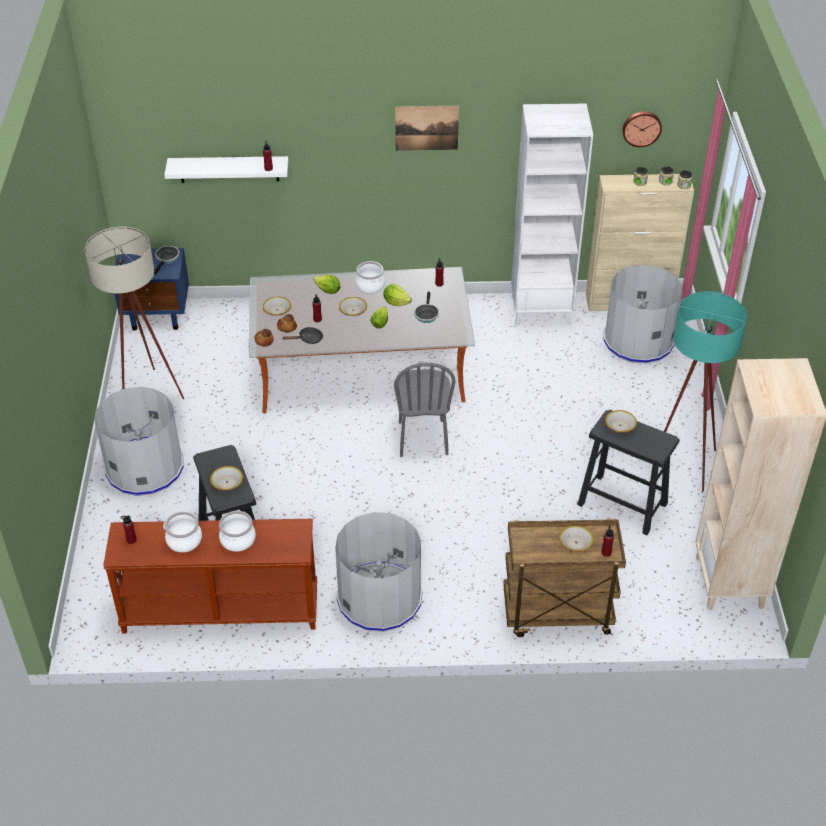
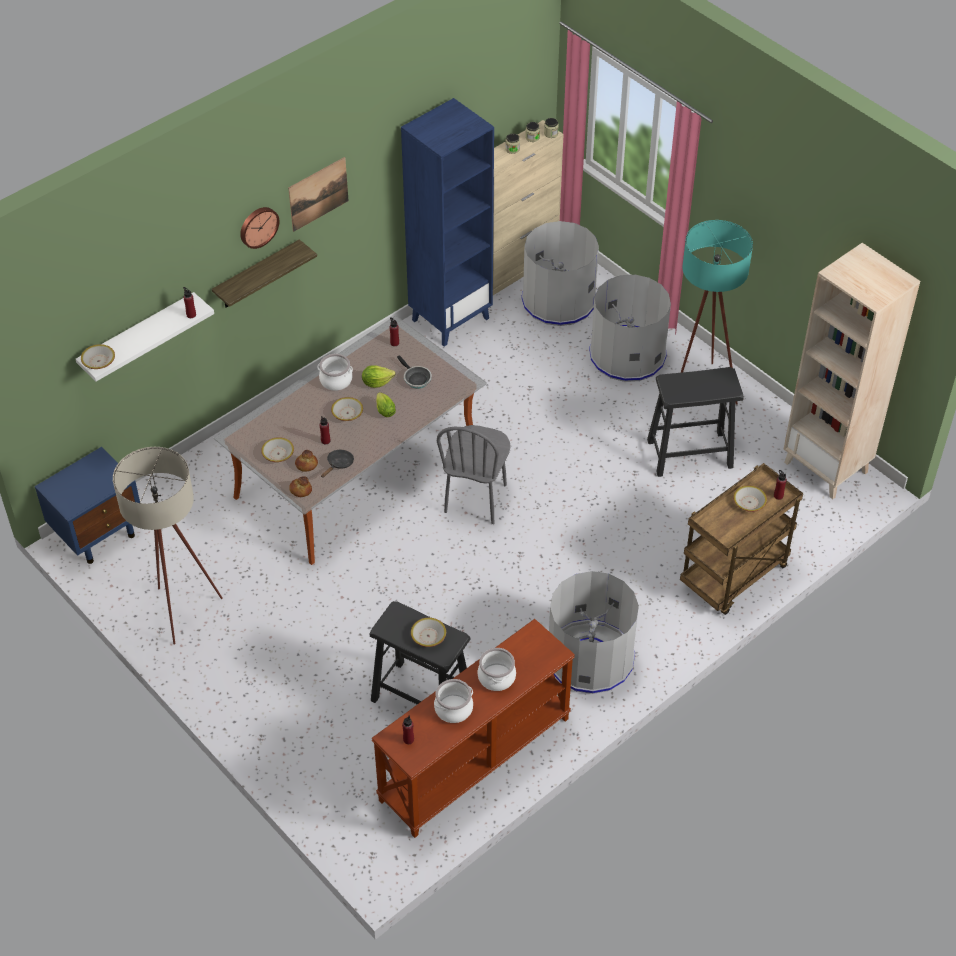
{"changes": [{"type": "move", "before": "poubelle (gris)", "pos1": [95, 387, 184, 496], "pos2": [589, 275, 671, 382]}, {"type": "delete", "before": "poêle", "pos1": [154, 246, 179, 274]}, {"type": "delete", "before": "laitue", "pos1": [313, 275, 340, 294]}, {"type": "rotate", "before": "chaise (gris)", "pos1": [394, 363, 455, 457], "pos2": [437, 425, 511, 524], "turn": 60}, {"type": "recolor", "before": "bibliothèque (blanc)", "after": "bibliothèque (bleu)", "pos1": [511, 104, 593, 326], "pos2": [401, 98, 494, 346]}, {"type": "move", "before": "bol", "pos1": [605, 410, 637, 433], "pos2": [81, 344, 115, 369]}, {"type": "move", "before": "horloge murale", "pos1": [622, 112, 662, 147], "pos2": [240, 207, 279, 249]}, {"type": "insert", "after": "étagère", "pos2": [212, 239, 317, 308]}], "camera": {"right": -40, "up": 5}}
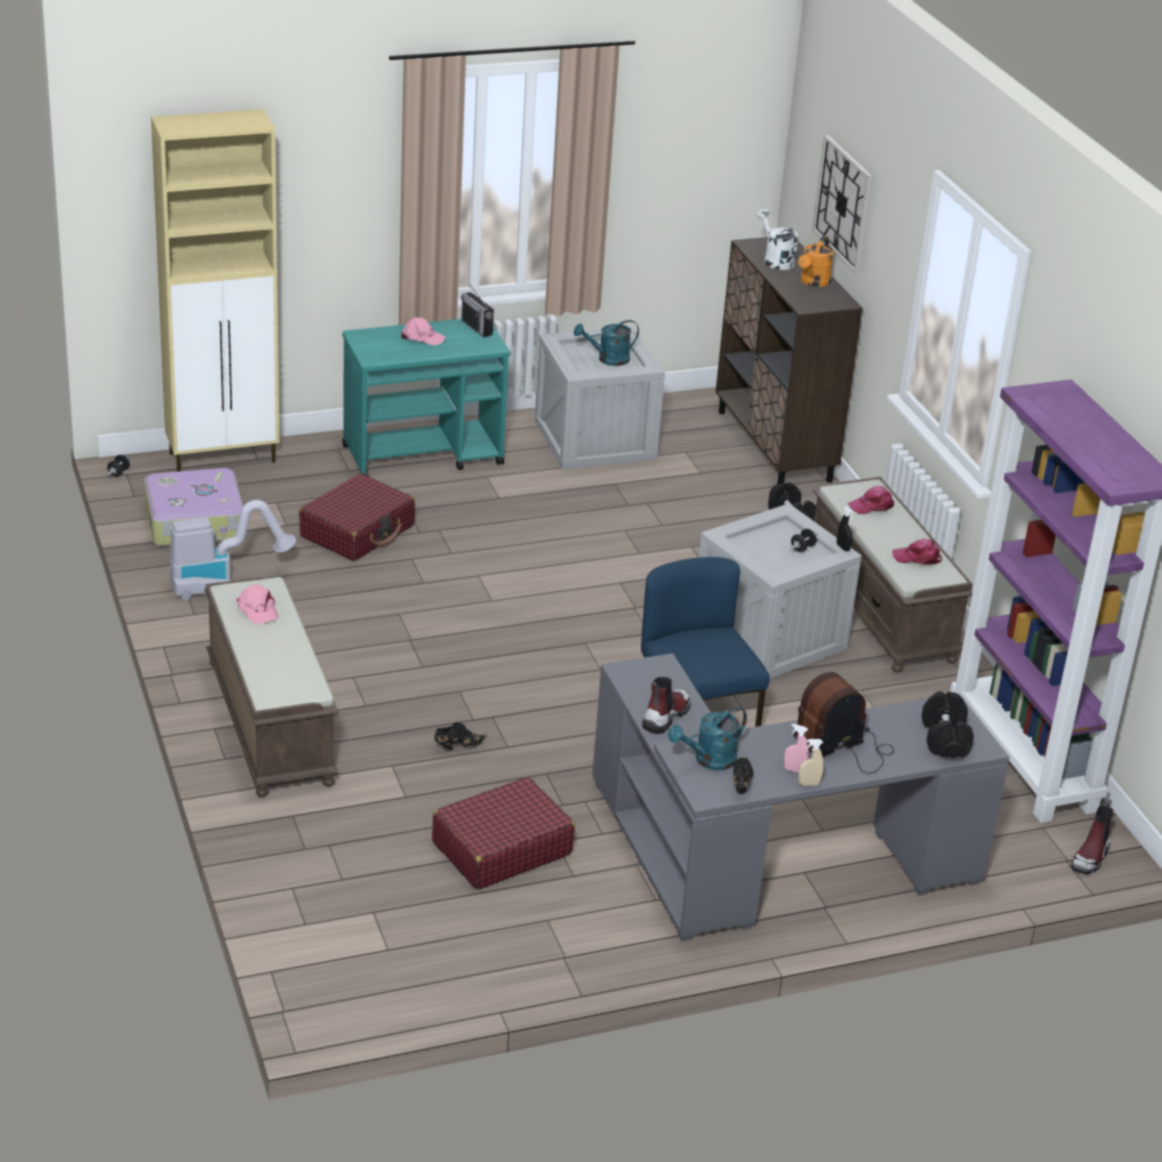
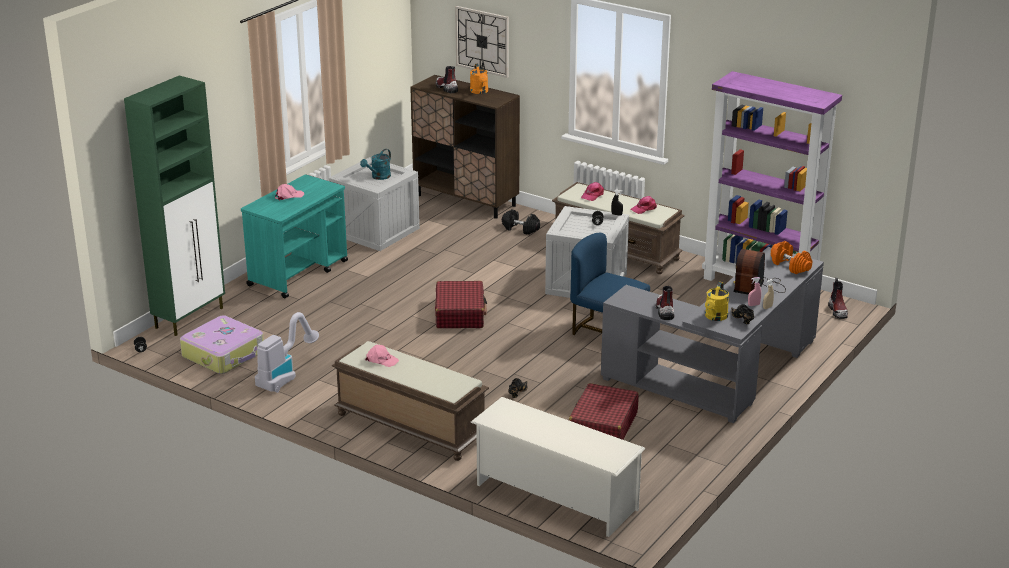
{"changes": [{"type": "recolor", "before": "meuble de rangement (beige)", "after": "meuble de rangement (vert)", "pos1": [151, 109, 279, 472], "pos2": [124, 75, 225, 336]}, {"type": "move", "before": "valise (rouge)", "pos1": [299, 474, 415, 561], "pos2": [435, 281, 487, 328]}, {"type": "delete", "before": "radio", "pos1": [461, 283, 494, 338]}, {"type": "recolor", "before": "arrosoir (turquoise)", "after": "arrosoir (jaune)", "pos1": [668, 706, 747, 770], "pos2": [705, 282, 729, 321]}, {"type": "replace", "before": "arrosoir (blanc)", "after": "botte", "pos1": [757, 209, 798, 270], "pos2": [436, 66, 458, 93]}, {"type": "recolor", "before": "haltère (noir)", "after": "haltère (orange)", "pos1": [922, 691, 974, 758], "pos2": [771, 241, 812, 274]}, {"type": "insert", "after": "étagère à chaussures (blanc)", "pos2": [470, 397, 645, 537]}], "camera": {"right": -35, "up": -5}}
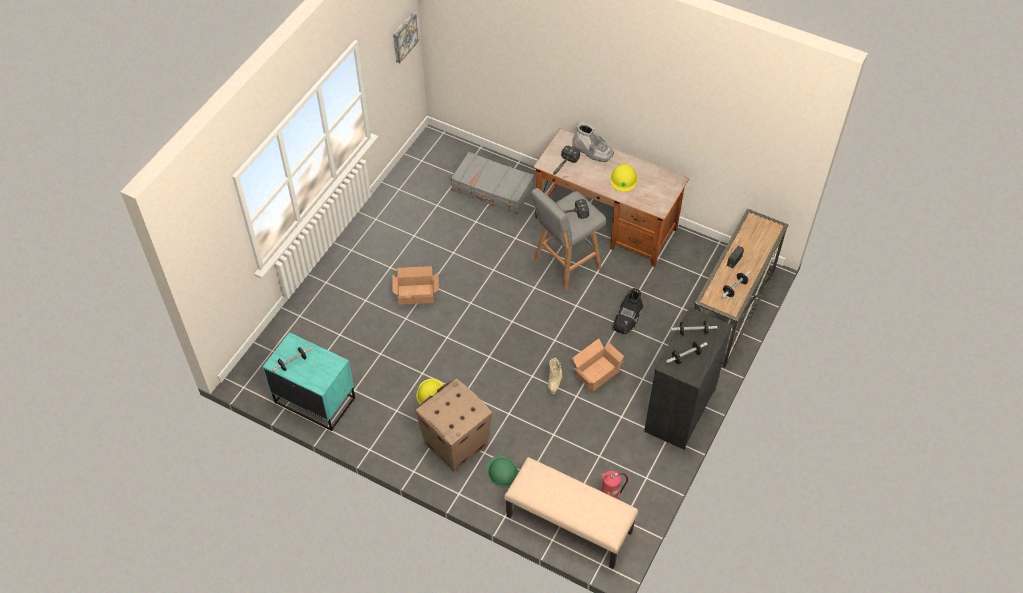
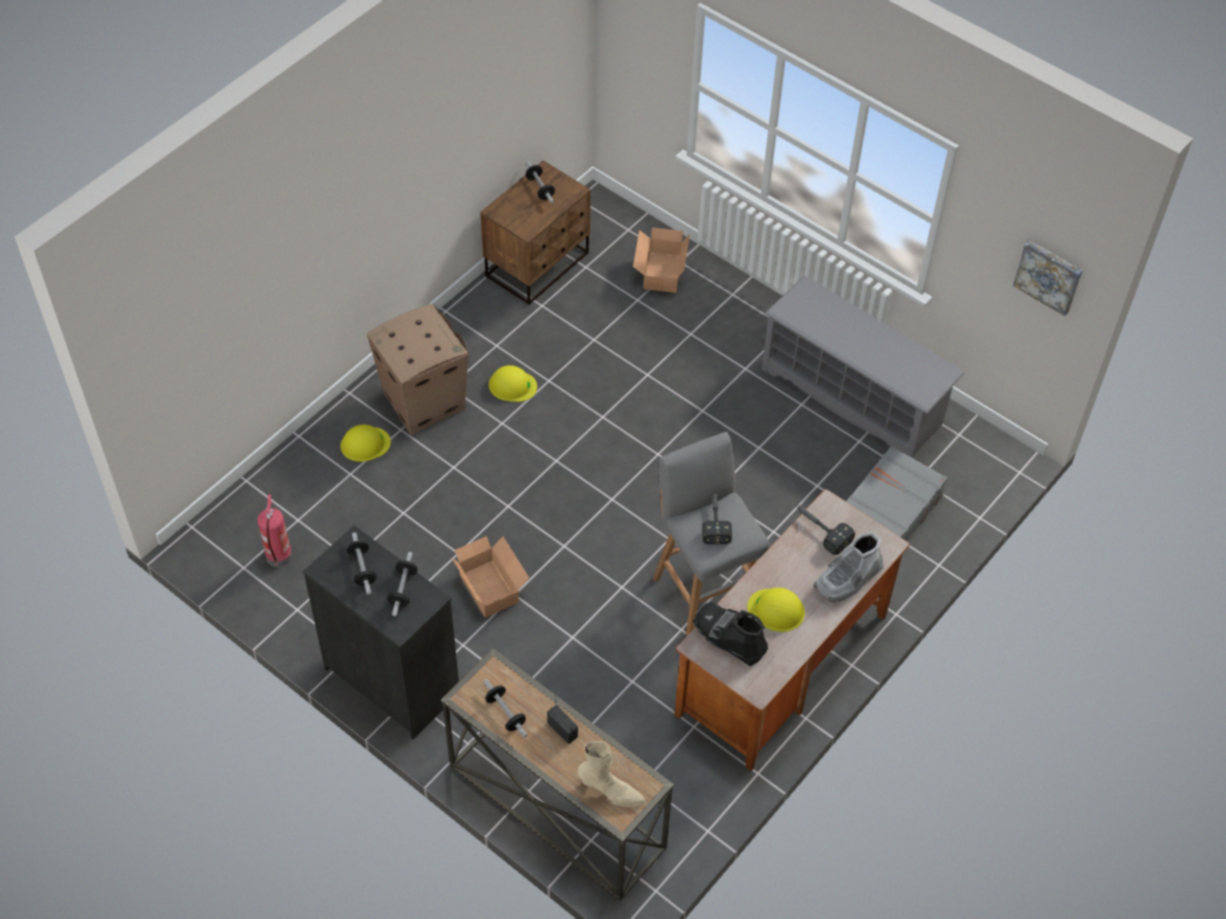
{"changes": [{"type": "recolor", "before": "table de chevet (turquoise)", "after": "table de chevet (marron)", "pos1": [263, 332, 355, 431], "pos2": [480, 160, 591, 305]}, {"type": "move", "before": "carton", "pos1": [392, 266, 439, 305], "pos2": [633, 227, 690, 293]}, {"type": "recolor", "before": "casque de chantier (vert)", "after": "casque de chantier (jaune)", "pos1": [486, 456, 518, 488], "pos2": [340, 424, 391, 462]}, {"type": "delete", "before": "banc (beige)", "pos1": [504, 457, 638, 569]}, {"type": "move", "before": "botte (beige)", "pos1": [548, 358, 562, 394], "pos2": [578, 741, 645, 807]}, {"type": "move", "before": "botte (noir)", "pos1": [612, 288, 643, 334], "pos2": [692, 603, 768, 666]}, {"type": "insert", "after": "étagère à chaussures (gris)", "pos2": [762, 276, 964, 458]}], "camera": {"right": 100, "up": 0}}
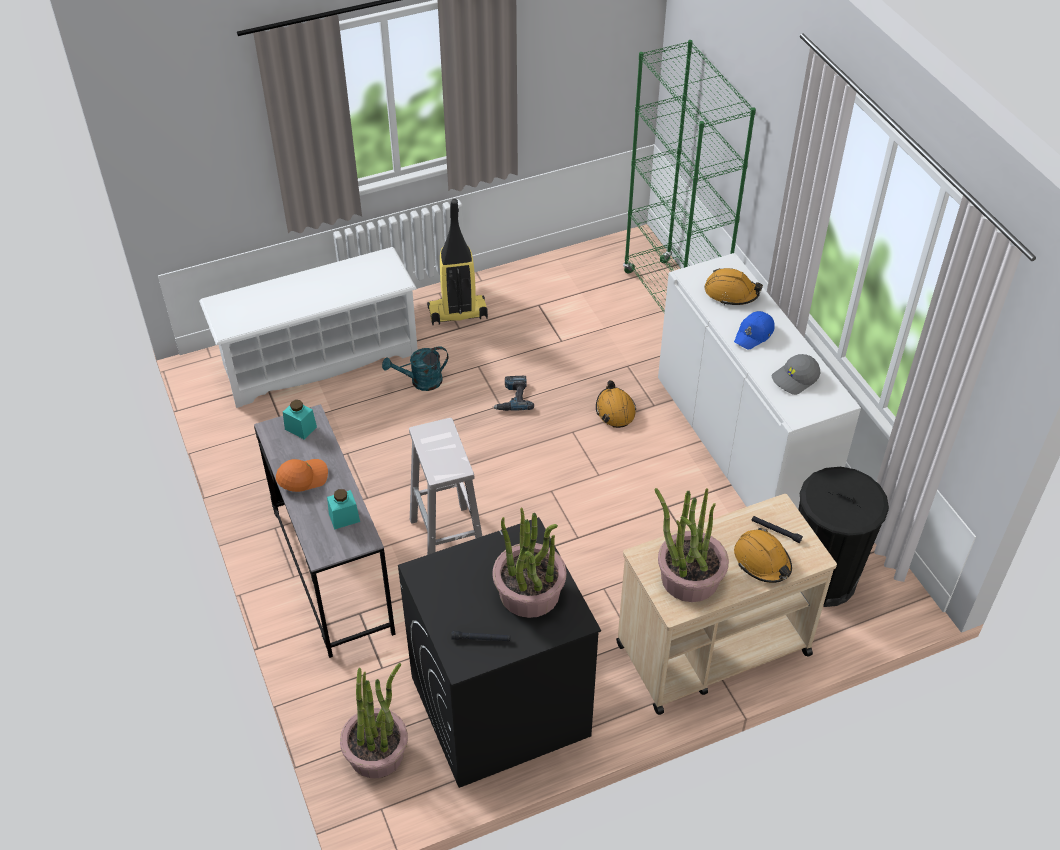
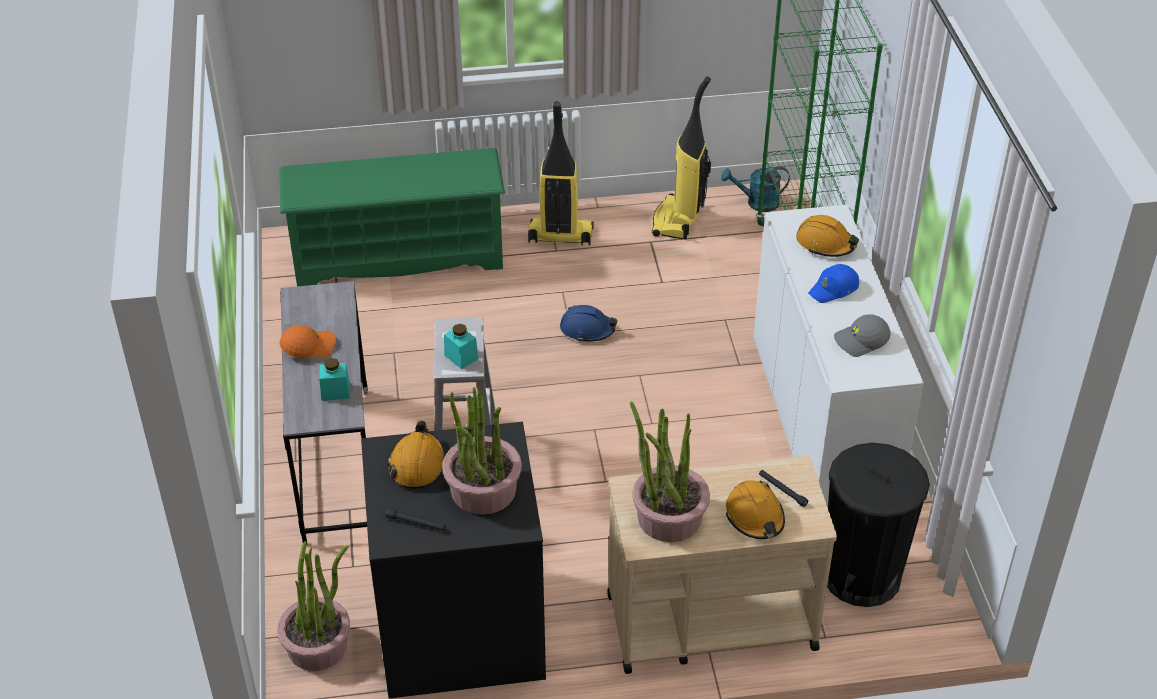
{"changes": [{"type": "recolor", "before": "étagère à chaussures (blanc)", "after": "étagère à chaussures (vert)", "pos1": [199, 247, 418, 408], "pos2": [279, 148, 505, 286]}, {"type": "move", "before": "bocal (turquoise)", "pos1": [283, 400, 317, 440], "pos2": [444, 324, 479, 369]}, {"type": "move", "before": "arrosoir (turquoise)", "pos1": [382, 346, 448, 391], "pos2": [721, 167, 790, 212]}, {"type": "replace", "before": "perceuse", "after": "casque de chantier (bleu)", "pos1": [493, 376, 534, 411], "pos2": [560, 305, 618, 343]}, {"type": "move", "before": "casque de chantier (orange)", "pos1": [596, 380, 636, 428], "pos2": [388, 421, 445, 489]}, {"type": "insert", "after": "aspirateur", "pos2": [652, 76, 711, 239]}], "camera": {"right": 15, "up": -5}}
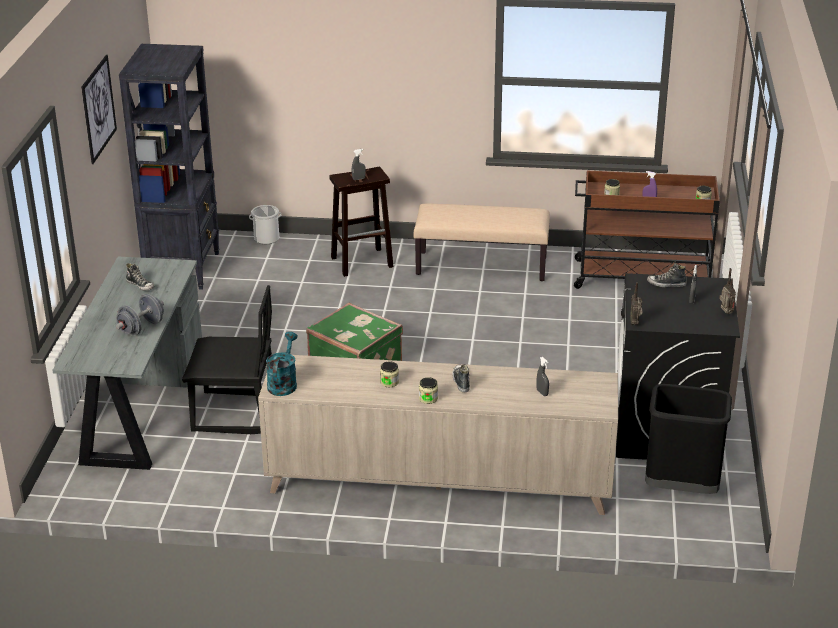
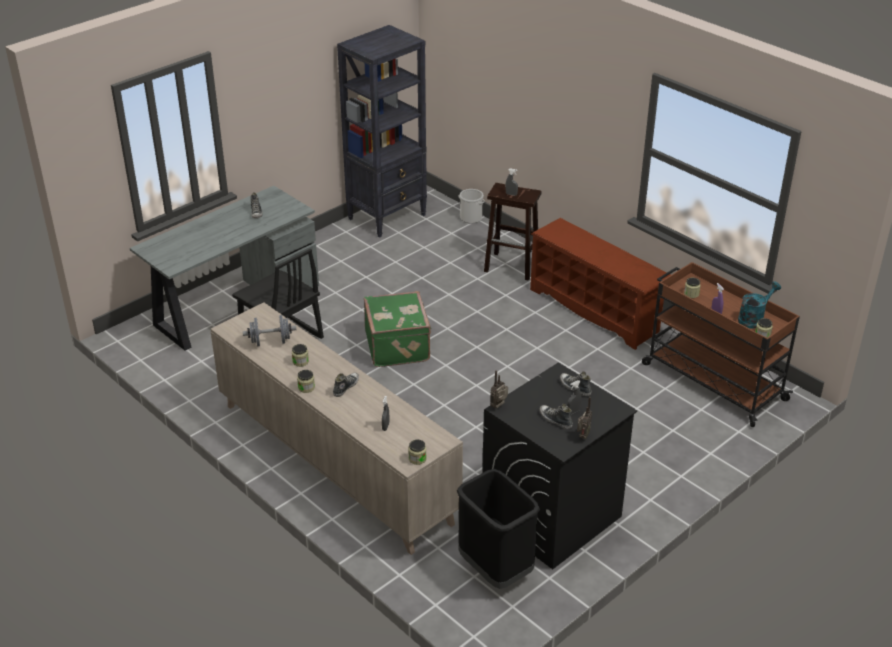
{"changes": [{"type": "delete", "before": "tableau", "pos1": [81, 55, 117, 164]}, {"type": "move", "before": "haltère (gris)", "pos1": [116, 294, 164, 336], "pos2": [243, 315, 296, 347]}, {"type": "move", "before": "arrosoir (turquoise)", "pos1": [266, 332, 298, 396], "pos2": [738, 281, 781, 329]}, {"type": "replace", "before": "banc (beige)", "after": "étagère à chaussures (marron)", "pos1": [414, 203, 550, 281], "pos2": [530, 218, 671, 350]}, {"type": "insert", "after": "bocal", "pos2": [408, 440, 427, 465]}, {"type": "insert", "after": "chaussure", "pos2": [539, 403, 573, 429]}], "camera": {"right": 40, "up": 5}}
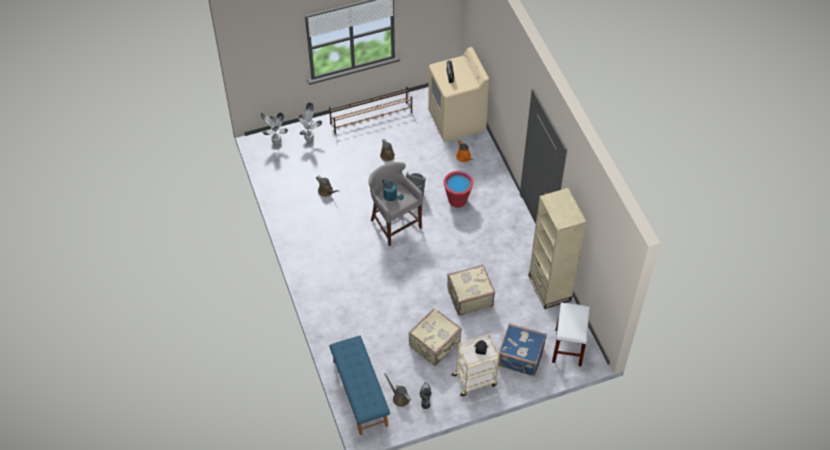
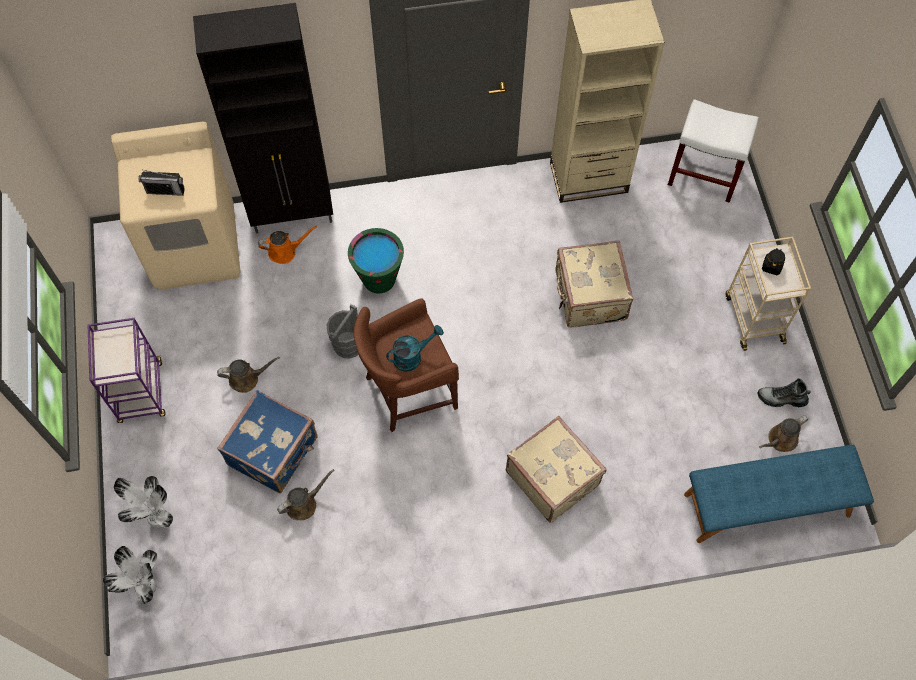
{"changes": [{"type": "replace", "before": "étagère à chaussures (marron)", "after": "chariot (violet)", "pos1": [329, 86, 412, 134], "pos2": [87, 318, 166, 423]}, {"type": "recolor", "before": "tabouret (gris)", "after": "tabouret (marron)", "pos1": [368, 162, 423, 246], "pos2": [354, 298, 459, 432]}, {"type": "move", "before": "valise (beige)", "pos1": [408, 308, 462, 366], "pos2": [506, 416, 606, 523]}, {"type": "recolor", "before": "seau (rouge)", "after": "seau (vert)", "pos1": [444, 171, 473, 208], "pos2": [348, 228, 404, 294]}, {"type": "move", "before": "valise (bleu)", "pos1": [498, 323, 547, 377], "pos2": [217, 390, 318, 493]}, {"type": "insert", "after": "meuble de rangement (noir)", "pos2": [193, 3, 333, 234]}], "camera": {"right": -80, "up": 10}}
